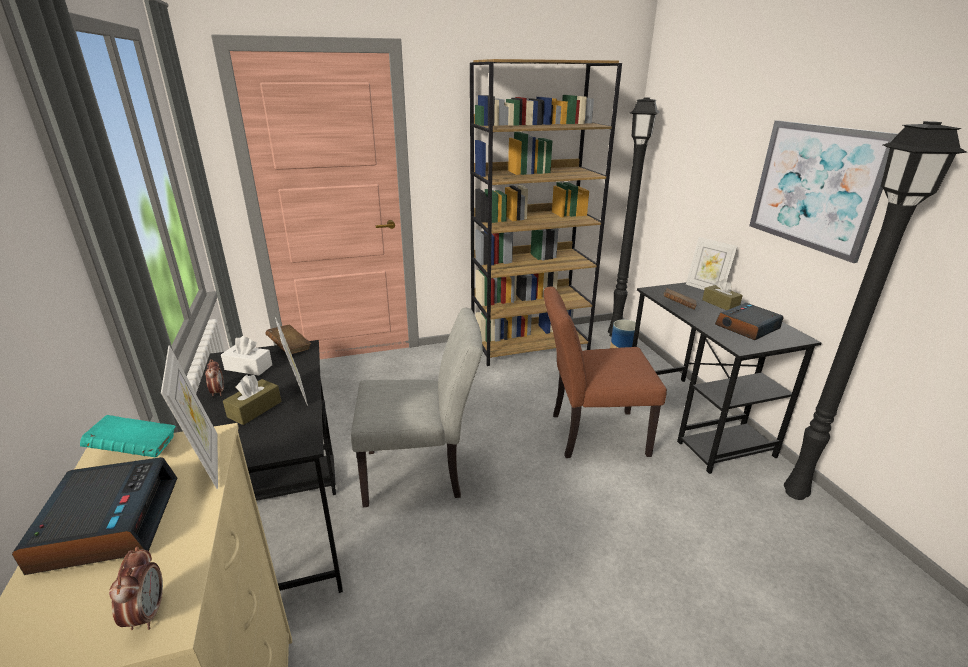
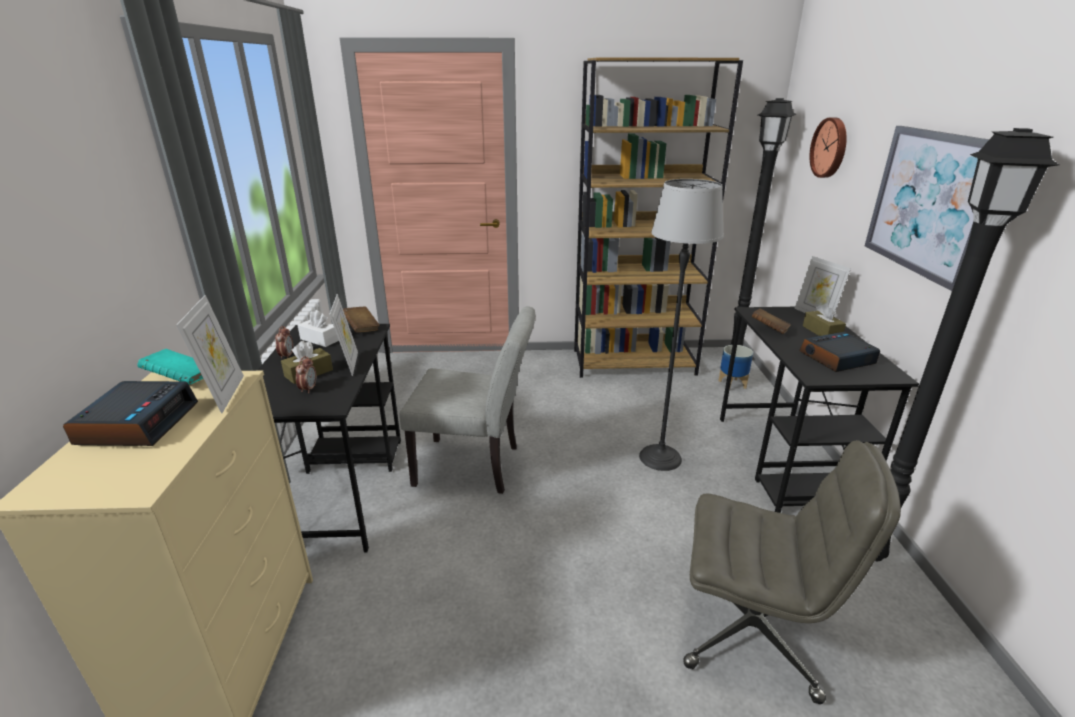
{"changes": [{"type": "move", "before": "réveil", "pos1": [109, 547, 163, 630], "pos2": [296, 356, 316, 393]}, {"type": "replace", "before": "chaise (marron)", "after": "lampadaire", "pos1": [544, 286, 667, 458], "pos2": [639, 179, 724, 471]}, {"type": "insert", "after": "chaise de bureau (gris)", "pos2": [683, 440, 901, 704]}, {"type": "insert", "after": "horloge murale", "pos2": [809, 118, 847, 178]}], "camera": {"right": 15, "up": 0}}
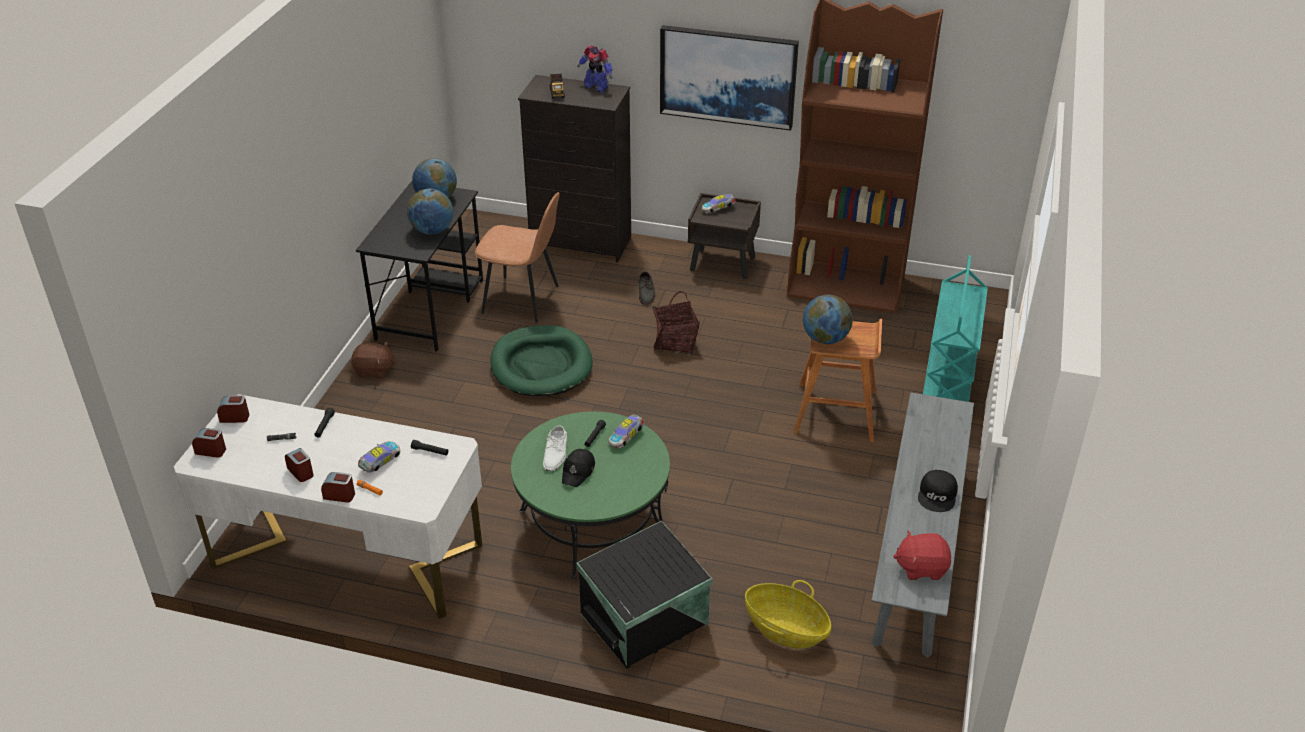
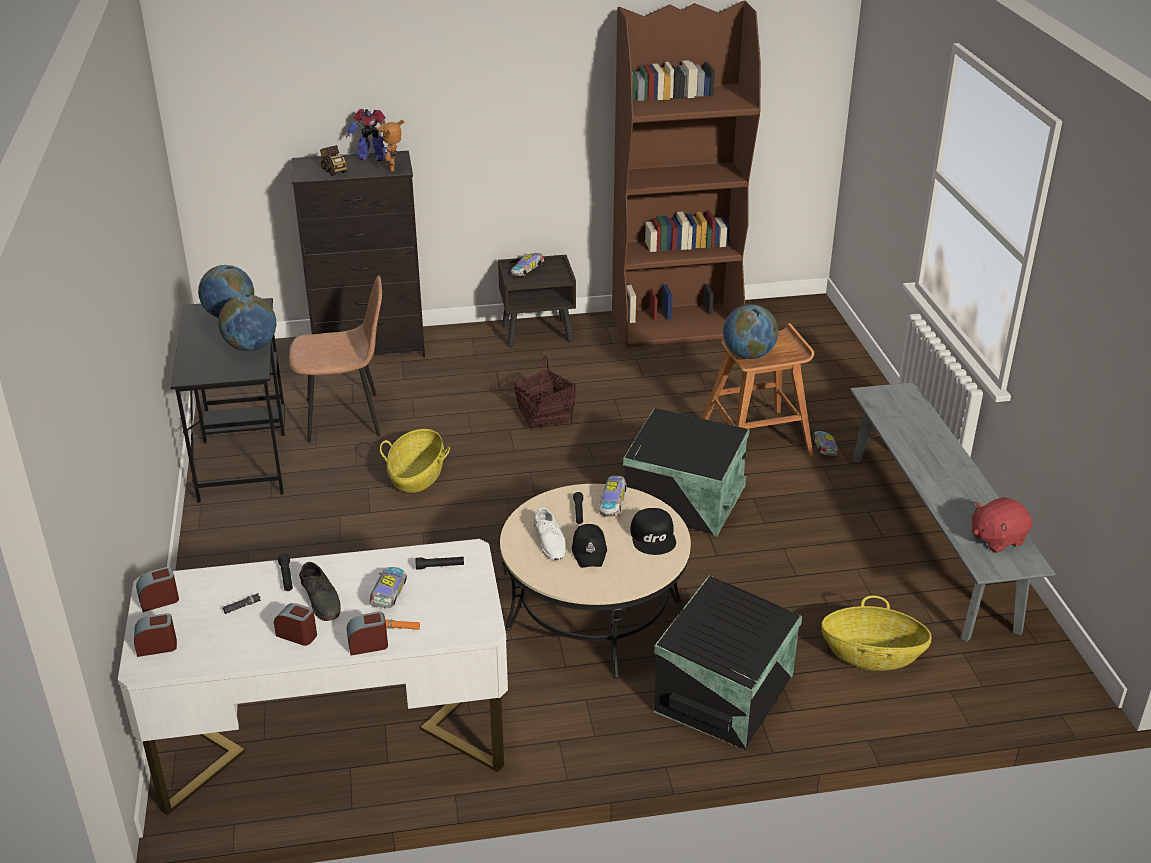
{"changes": [{"type": "delete", "before": "peluche (marron)", "pos1": [351, 342, 396, 379]}, {"type": "replace", "before": "panier pour chien (vert)", "after": "panier", "pos1": [490, 325, 593, 396], "pos2": [380, 429, 450, 493]}, {"type": "recolor", "before": "table basse (vert)", "after": "table basse (beige)", "pos1": [511, 411, 670, 578], "pos2": [500, 484, 691, 678]}, {"type": "move", "before": "chaussure (gris)", "pos1": [638, 271, 655, 305], "pos2": [299, 562, 341, 621]}, {"type": "delete", "before": "tableau", "pos1": [660, 25, 799, 131]}, {"type": "move", "before": "casquette (noir)", "pos1": [918, 470, 958, 512], "pos2": [630, 508, 676, 555]}, {"type": "delete", "before": "chariot (turquoise)", "pos1": [923, 255, 988, 402]}, {"type": "insert", "after": "robot jouet", "pos2": [377, 120, 404, 172]}, {"type": "insert", "after": "boîte de rangement (noir)", "pos2": [623, 408, 750, 536]}, {"type": "insert", "after": "petite voiture", "pos2": [813, 431, 838, 456]}], "camera": {"right": -25, "up": -5}}
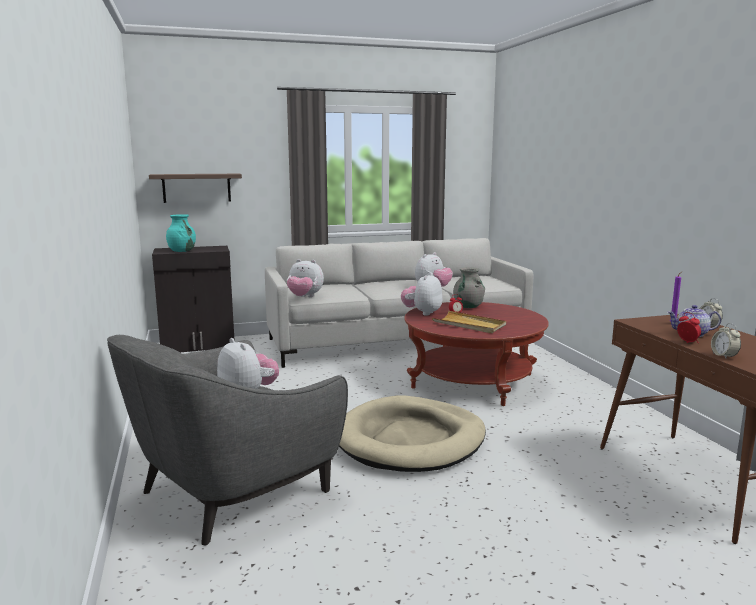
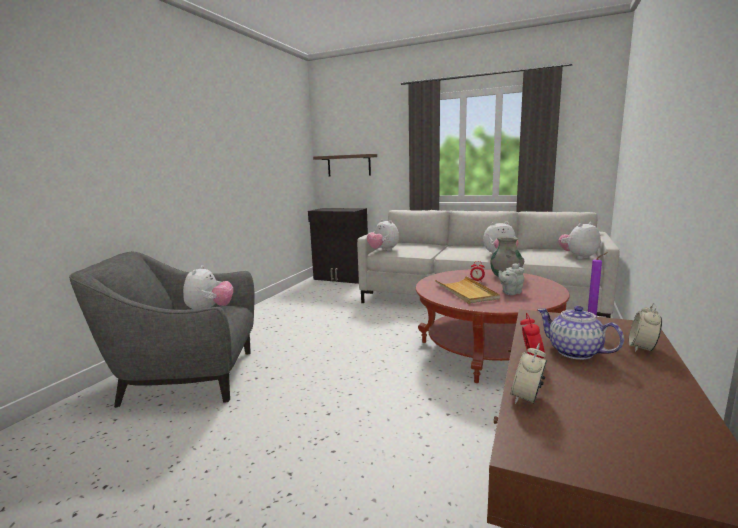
{"changes": [{"type": "delete", "before": "vase (turquoise)", "pos1": [166, 214, 196, 252]}, {"type": "delete", "before": "panier pour chien (beige)", "pos1": [339, 395, 486, 472]}, {"type": "move", "before": "peluche", "pos1": [401, 273, 442, 316], "pos2": [558, 222, 600, 259]}, {"type": "insert", "after": "théière (gris)", "pos2": [498, 263, 524, 295]}], "camera": {"right": 40, "up": 0}}
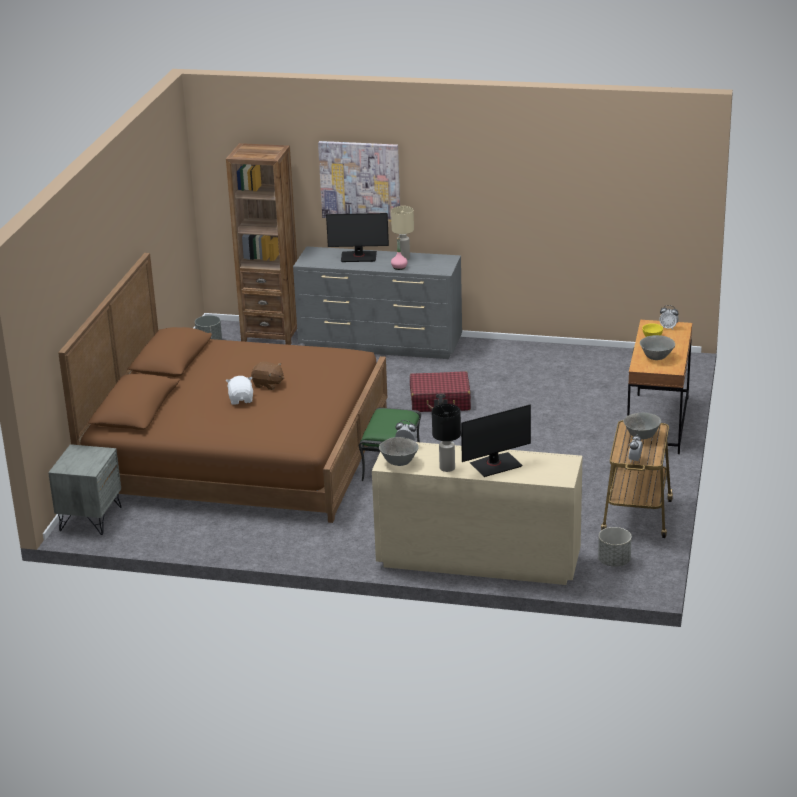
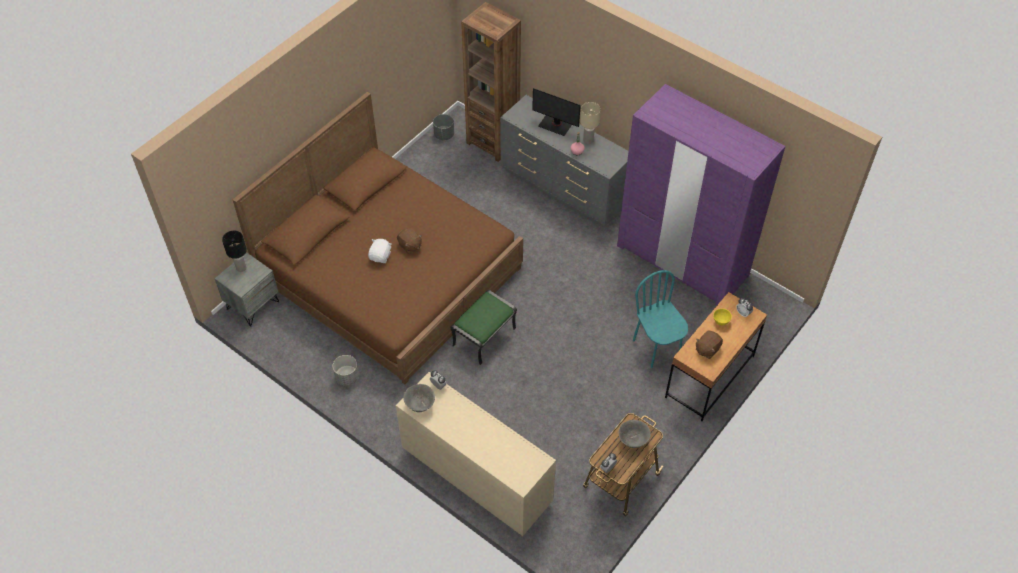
{"changes": [{"type": "delete", "before": "tableau", "pos1": [318, 141, 400, 222]}, {"type": "delete", "before": "valise (rouge)", "pos1": [410, 371, 471, 412]}, {"type": "move", "before": "lampe de table (noir)", "pos1": [432, 404, 461, 472], "pos2": [222, 231, 247, 272]}, {"type": "delete", "before": "écran d'ordinateur", "pos1": [461, 404, 531, 477]}, {"type": "move", "before": "cache-pot (gris)", "pos1": [598, 527, 632, 567], "pos2": [333, 355, 359, 386]}, {"type": "replace", "before": "bol (gris)", "after": "peluche (marron)", "pos1": [640, 335, 675, 360], "pos2": [696, 330, 723, 359]}, {"type": "insert", "after": "armoire (violet)", "pos2": [617, 84, 785, 305]}, {"type": "insert", "after": "chaise (turquoise)", "pos2": [633, 270, 688, 368]}], "camera": {"right": 25, "up": 25}}
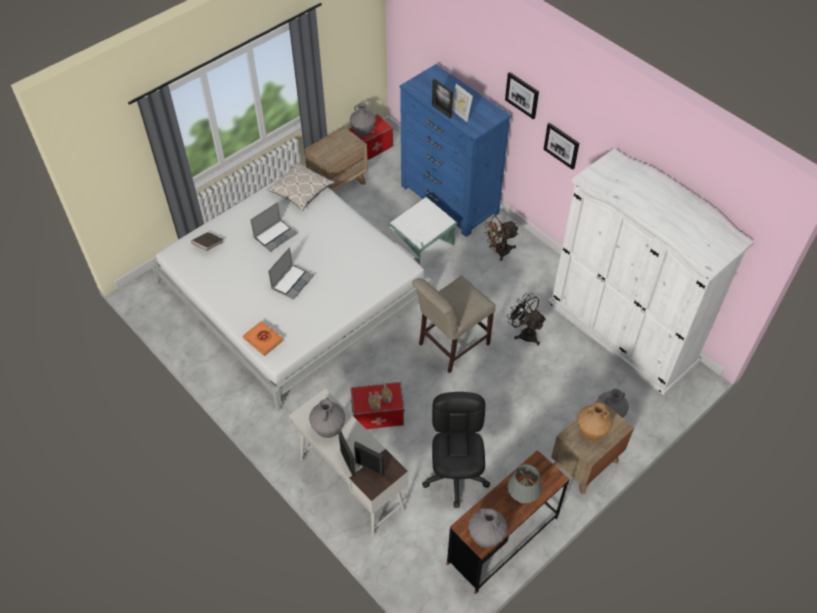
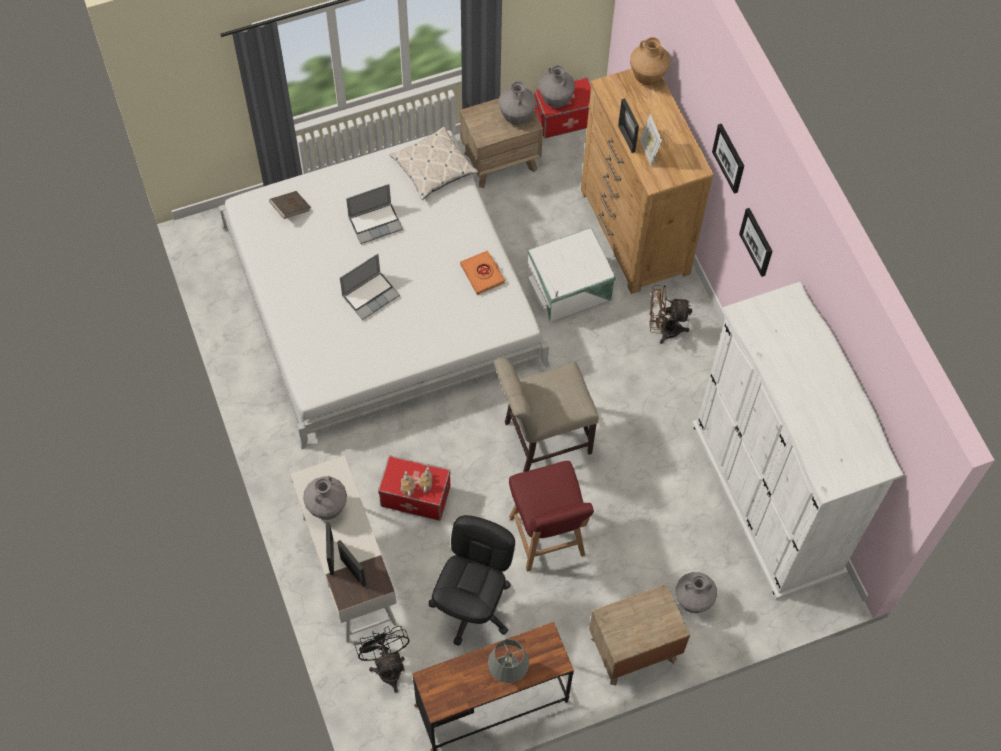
{"changes": [{"type": "move", "before": "livre (orange)", "pos1": [243, 321, 283, 356], "pos2": [460, 250, 505, 295]}, {"type": "recolor", "before": "commode (bleu)", "after": "commode (marron)", "pos1": [399, 64, 511, 237], "pos2": [581, 68, 714, 294]}, {"type": "move", "before": "vase (gris)", "pos1": [468, 508, 507, 548], "pos2": [498, 80, 536, 125]}, {"type": "move", "before": "ventilateur (noir)", "pos1": [508, 293, 546, 346], "pos2": [355, 626, 410, 693]}, {"type": "move", "before": "vase (marron)", "pos1": [577, 402, 613, 440], "pos2": [630, 37, 671, 85]}, {"type": "insert", "after": "chaise (rouge)", "pos2": [509, 461, 594, 572]}], "camera": {"right": 20, "up": 10}}
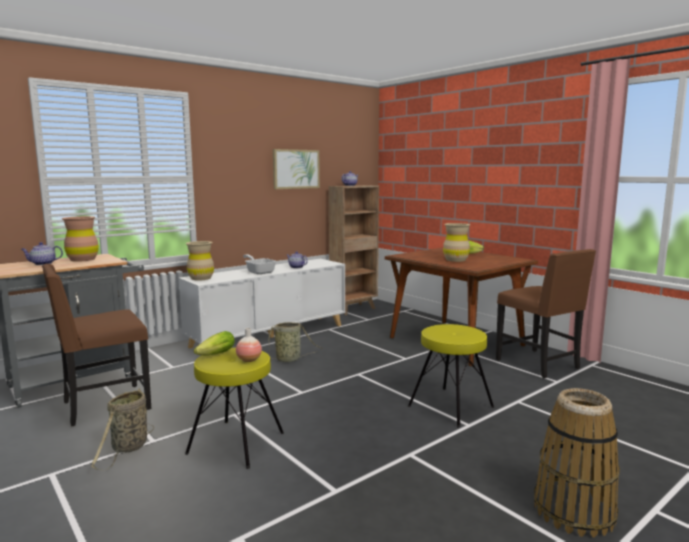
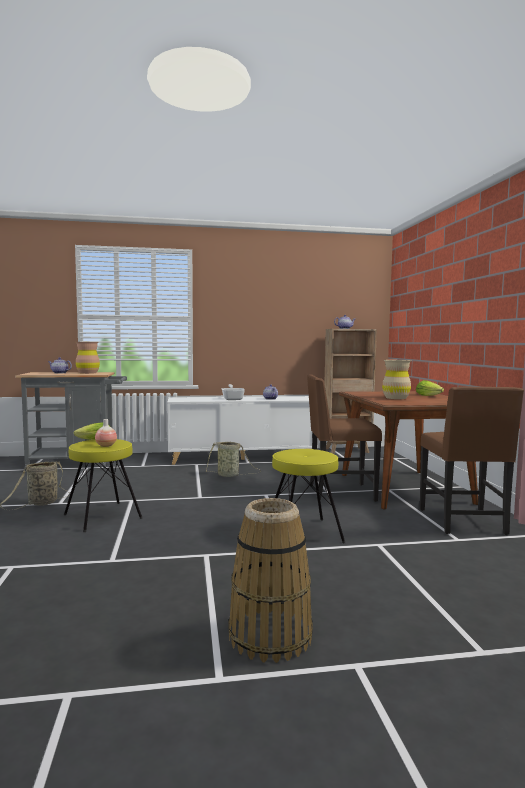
{"changes": [{"type": "move", "before": "chaise (marron)", "pos1": [42, 264, 151, 426], "pos2": [307, 374, 382, 502]}, {"type": "delete", "before": "vase (beige)", "pos1": [186, 241, 214, 280]}, {"type": "delete", "before": "tableau", "pos1": [273, 149, 320, 189]}], "camera": {"right": 30, "up": -5}}
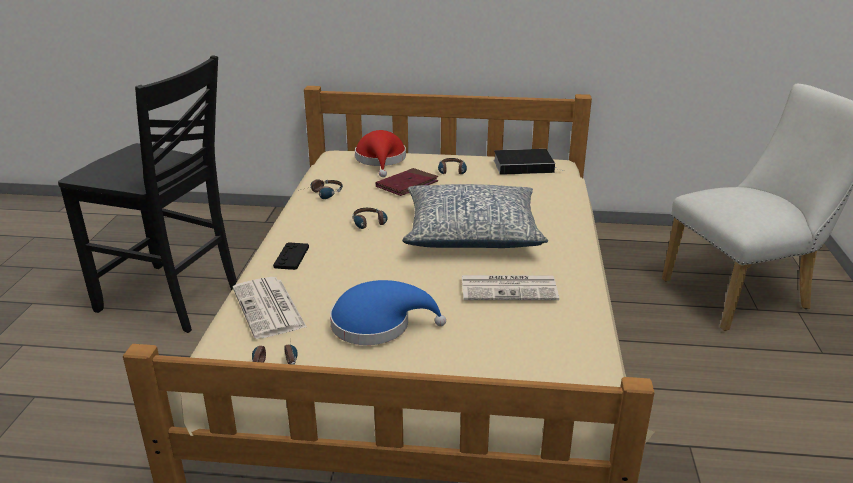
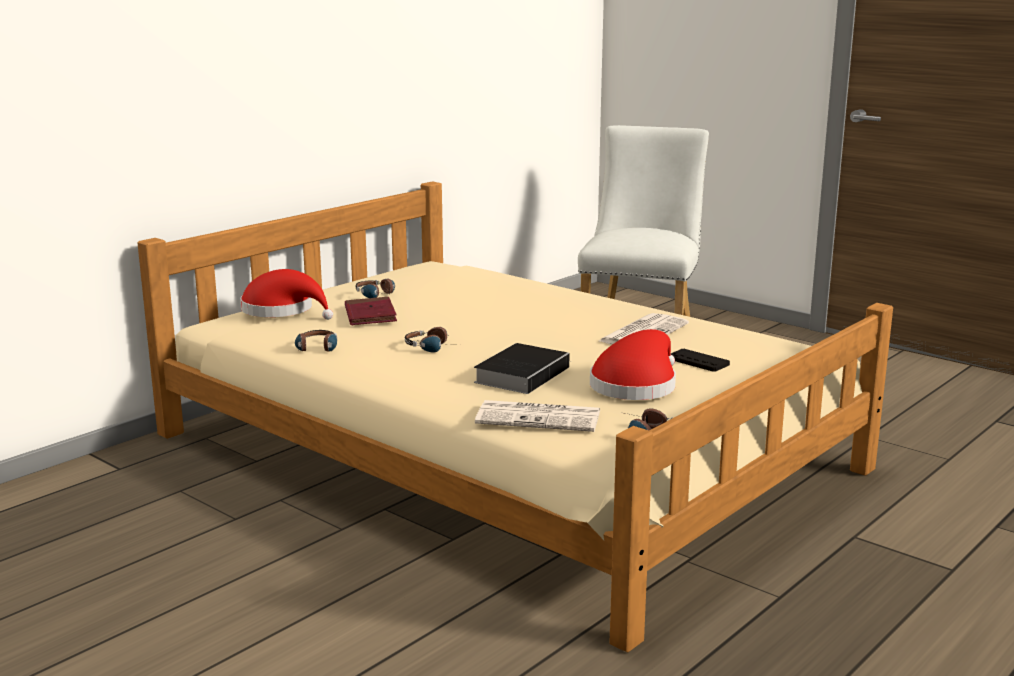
{"changes": [{"type": "delete", "before": "chaise (noir)", "pos1": [58, 55, 237, 333]}, {"type": "move", "before": "manette (noir)", "pos1": [273, 242, 309, 270], "pos2": [670, 349, 730, 372]}, {"type": "recolor", "before": "chapeau (bleu)", "after": "chapeau (rouge)", "pos1": [330, 280, 446, 345], "pos2": [590, 329, 676, 400]}, {"type": "delete", "before": "coussin", "pos1": [402, 184, 548, 248]}, {"type": "move", "before": "livre", "pos1": [494, 149, 564, 175], "pos2": [474, 343, 570, 394]}], "camera": {"right": -55, "up": -10}}
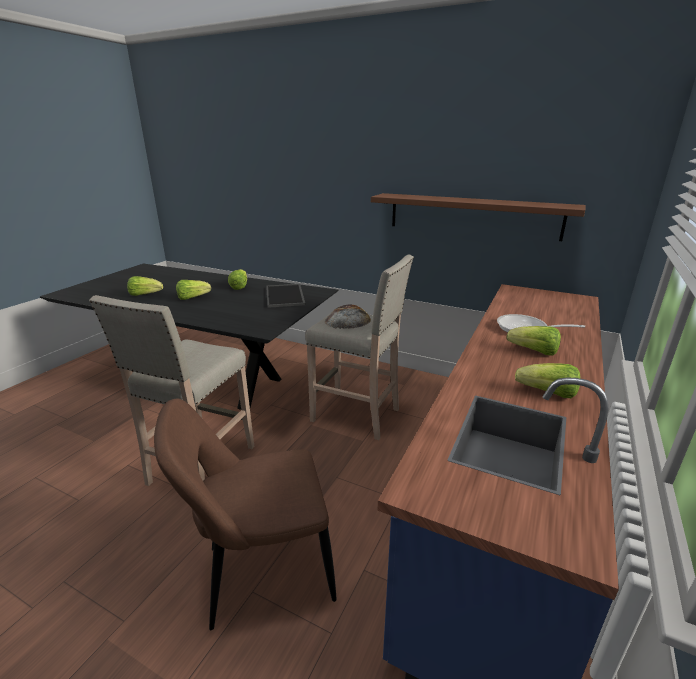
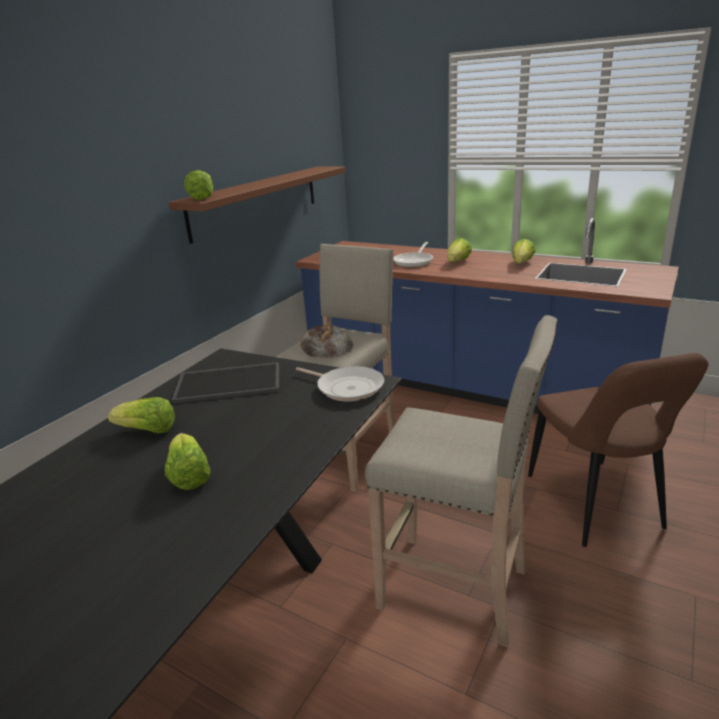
{"changes": [{"type": "move", "before": "laitue", "pos1": [127, 276, 163, 296], "pos2": [184, 170, 213, 200]}, {"type": "insert", "after": "poêle", "pos2": [296, 366, 384, 401]}], "camera": {"right": -85, "up": 0}}
